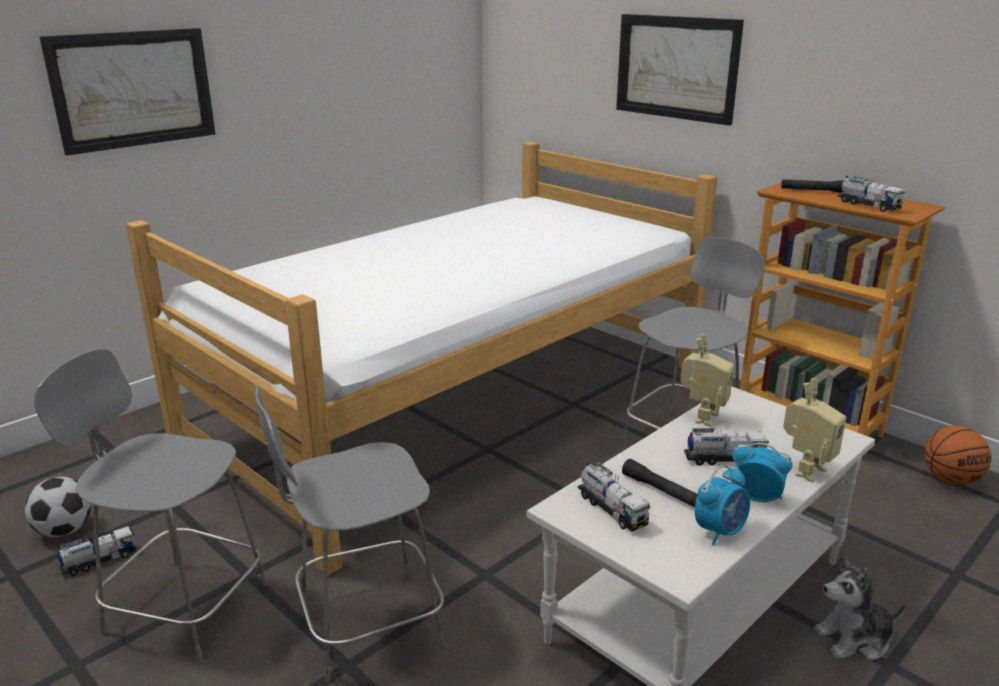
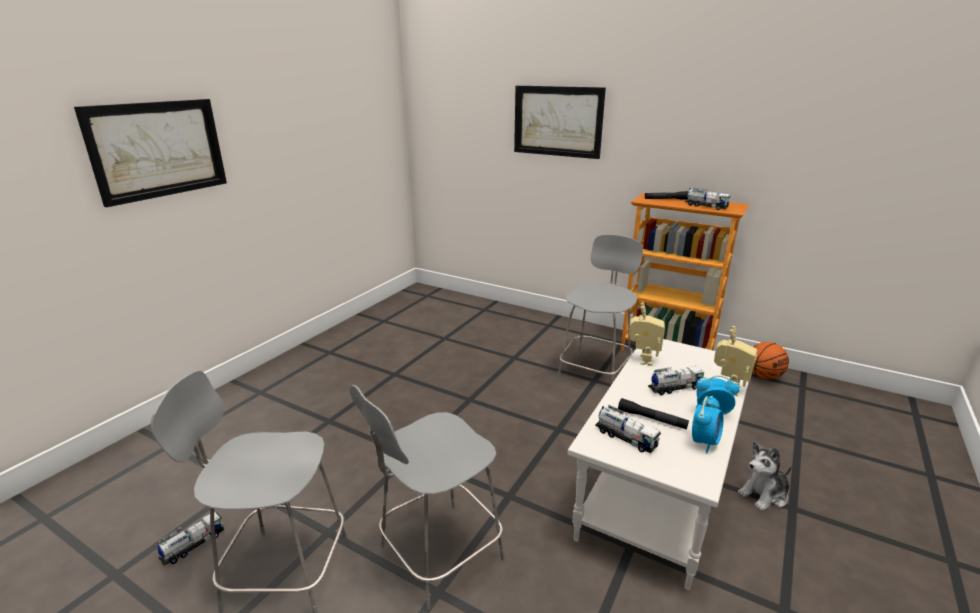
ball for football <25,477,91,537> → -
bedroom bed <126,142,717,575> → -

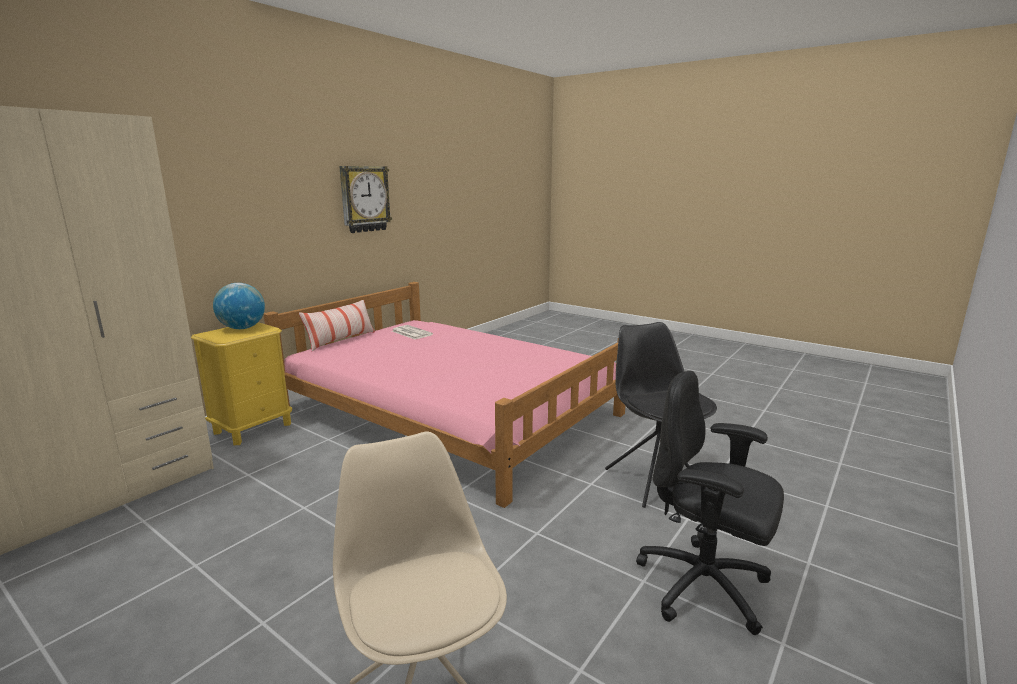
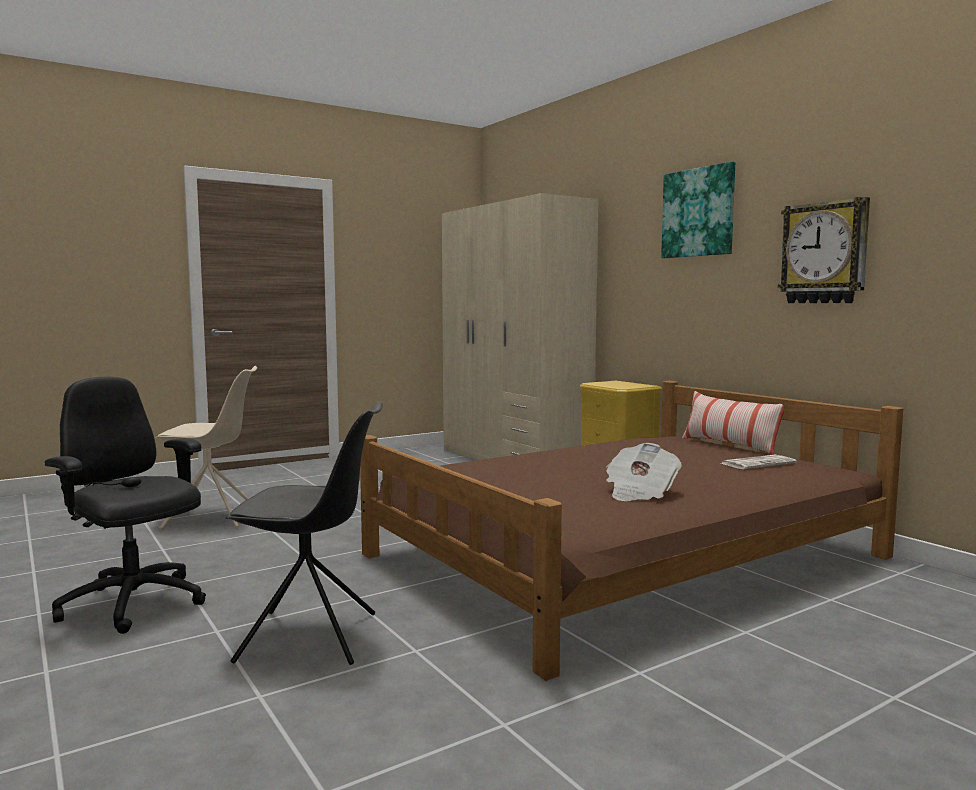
globe <213,283,265,329> → -
- → daily paper <606,443,682,501>
- → wall art <661,161,735,258>
pink bedroom bed <264,282,625,508> → brown-coloured bedroom bed <360,381,903,681>
blackish desk chair <636,371,784,635> → blackish desk chair <45,377,206,634>, 105 degrees counterclockwise

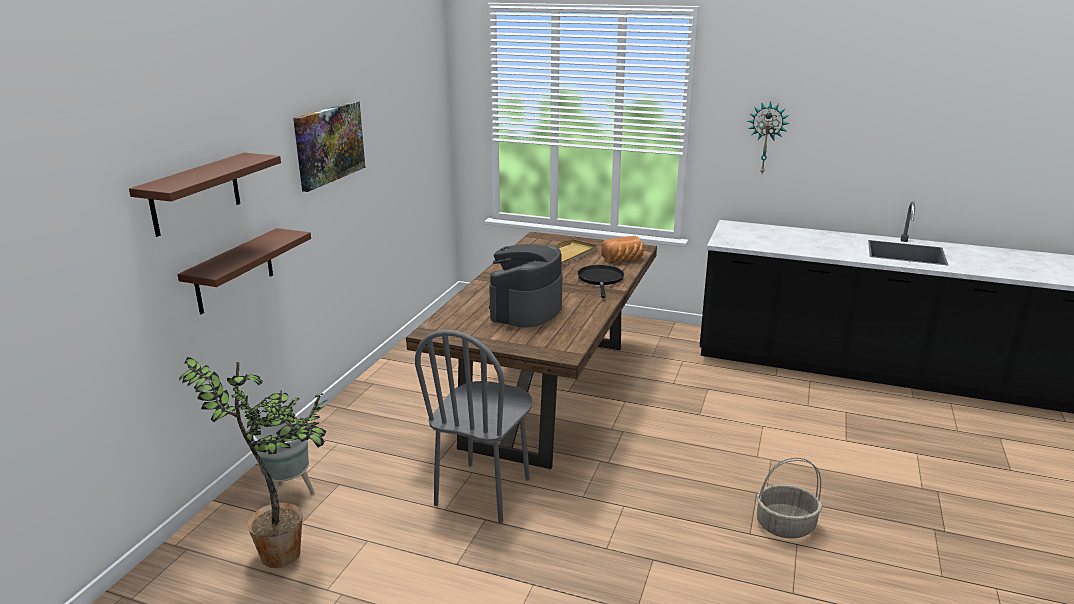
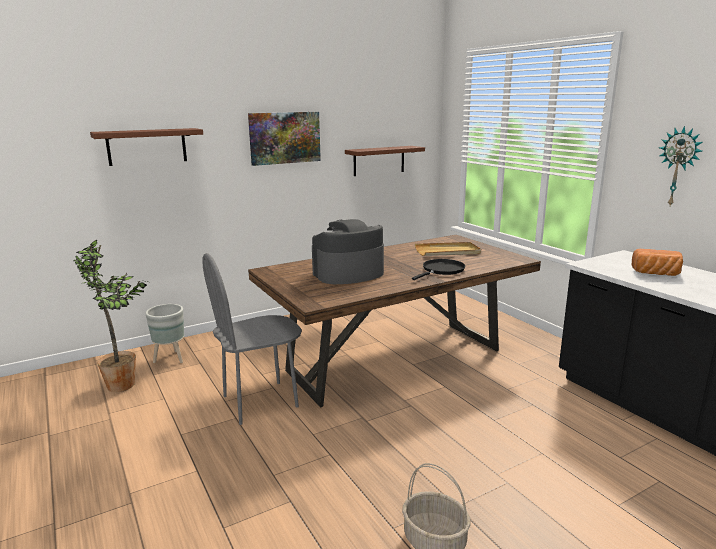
brown-coloured shelf <177,228,311,314> → brown-coloured shelf <345,146,425,176>, move
bakery bread <601,236,644,262> → bakery bread <632,249,683,276>, move

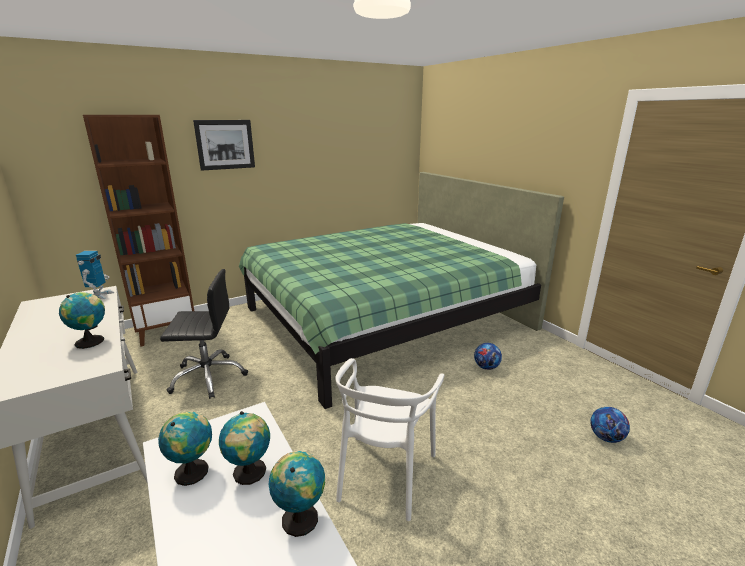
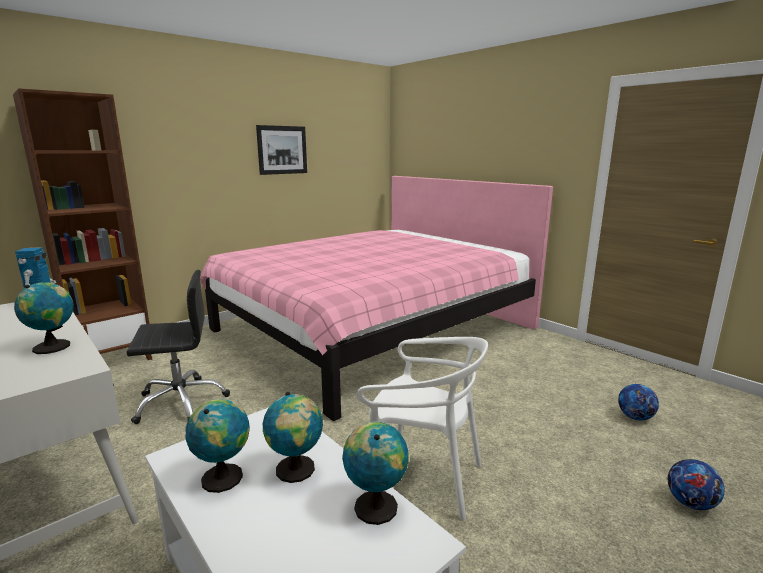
wall art <193,120,255,171> → wall art <256,125,307,175>, move
ball for football <474,343,502,370> → ball for football <668,459,725,510>, move
green bedroom bed <239,172,564,409> → pink bedroom bed <200,176,553,421>
white-coloured chair <335,358,444,521> → white-coloured chair <357,337,488,520>, 75 degrees counterclockwise

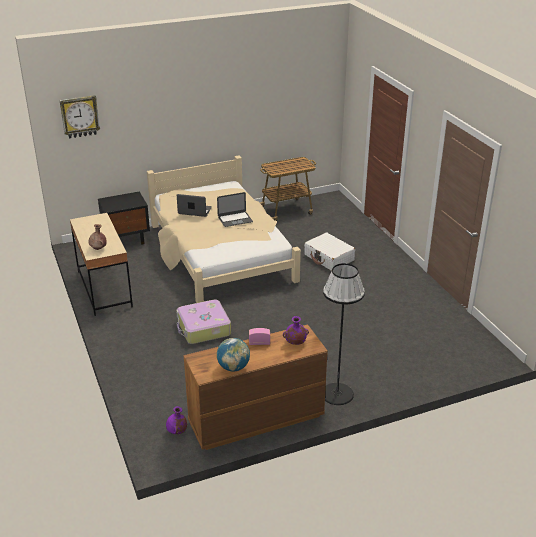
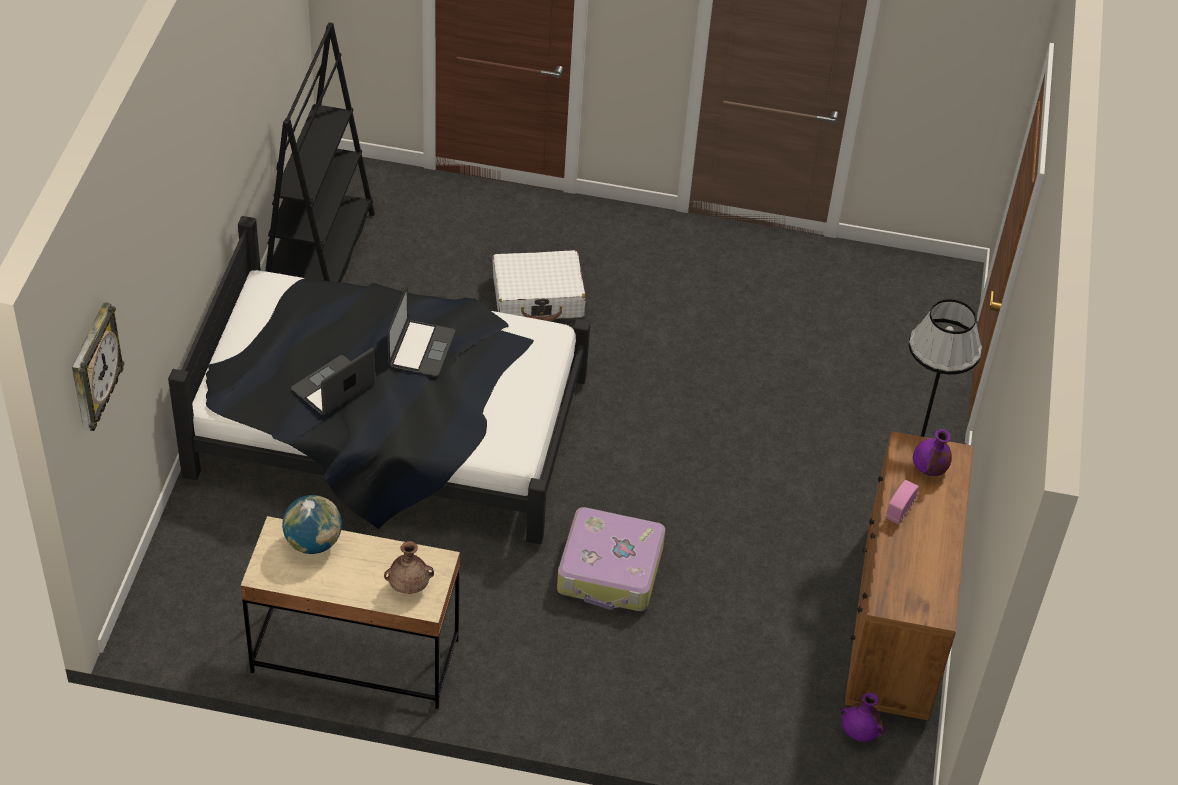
blackish bedside table <98,191,150,245> → -
globe <217,338,250,371> → globe <282,495,342,554>, move
trolley <259,157,316,221> → blackish shelving unit <265,23,375,282>
beige bedroom bed <147,155,301,303> → blackish bedroom bed <168,216,590,544>

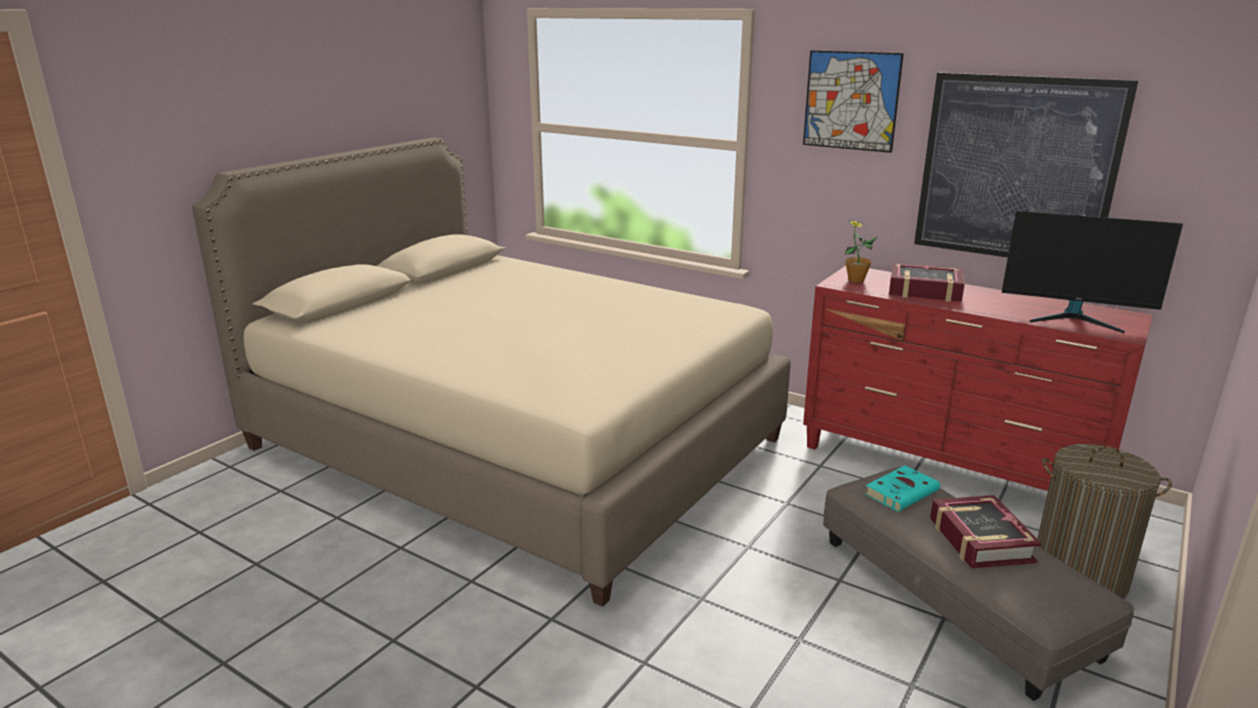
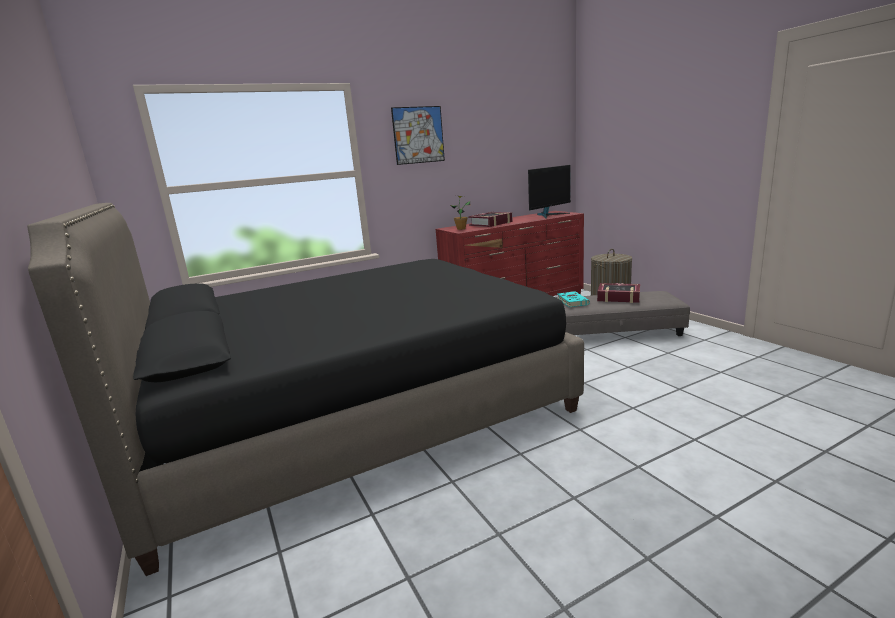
wall art <914,72,1139,258> → -
beige bedroom bed <192,137,791,607> → blackish bedroom bed <27,203,584,576>

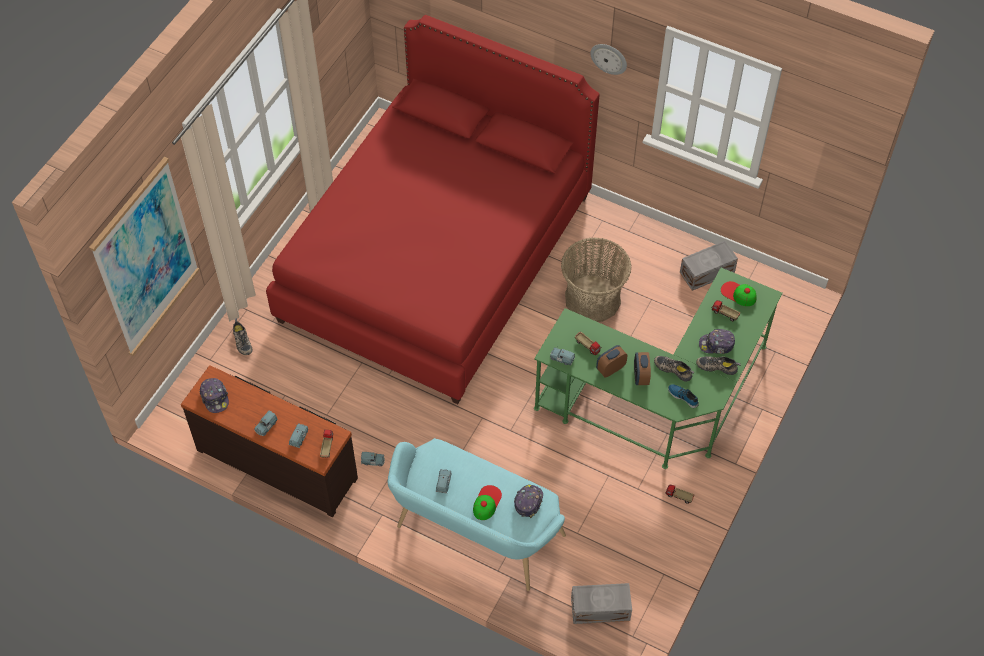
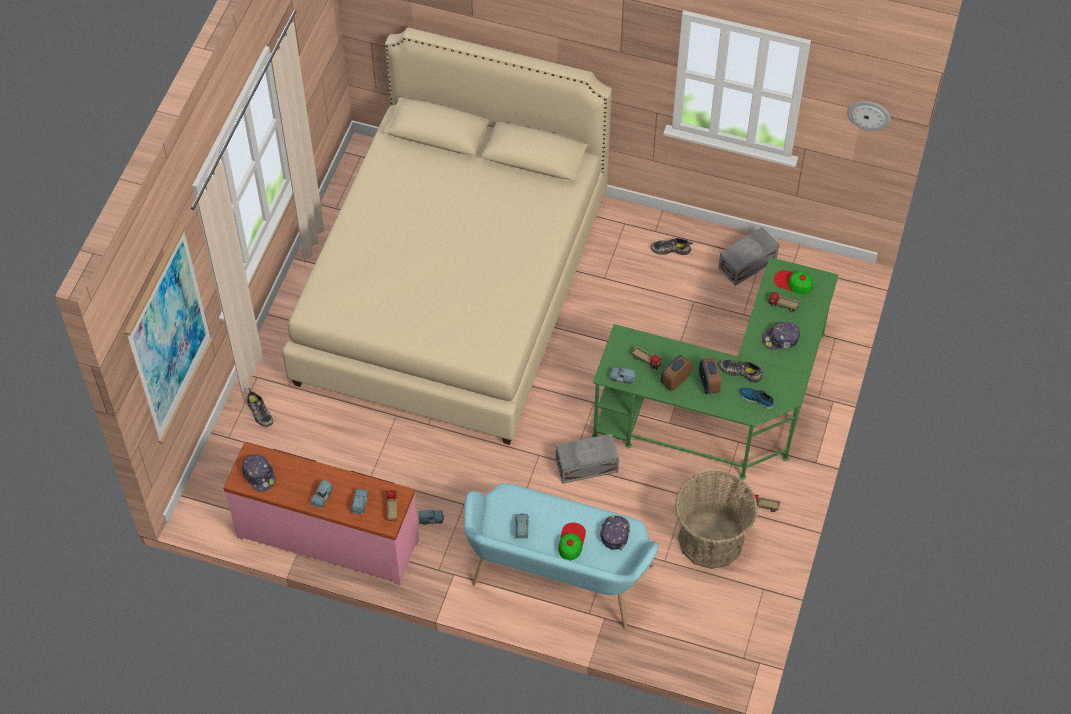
basket <561,238,632,322> → basket <675,471,758,569>, move
gray storage bin <571,583,632,624> → gray storage bin <556,434,619,484>, move
wall clock <590,44,627,75> → wall clock <847,101,891,131>, move
shoe <696,356,741,375> → shoe <651,238,693,255>, move
brown-coloured chest of drawers <181,365,358,517> → pink chest of drawers <223,442,419,586>
red-coloured bedroom bed <266,15,600,404> → beige bedroom bed <282,27,612,445>

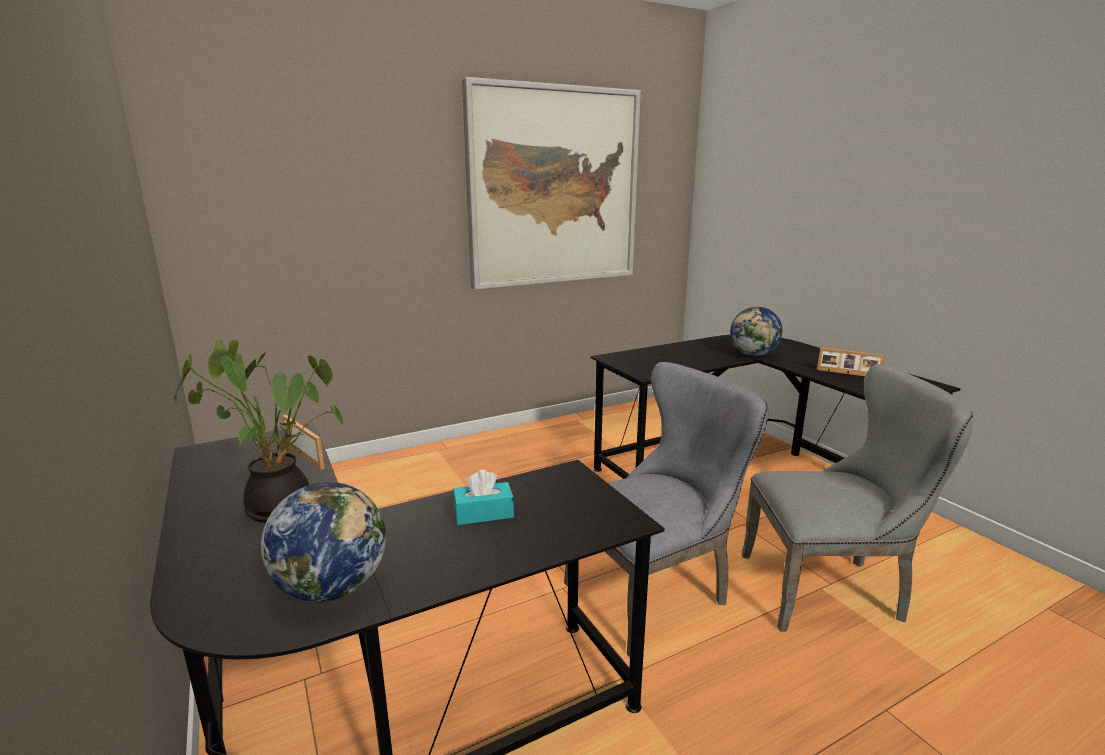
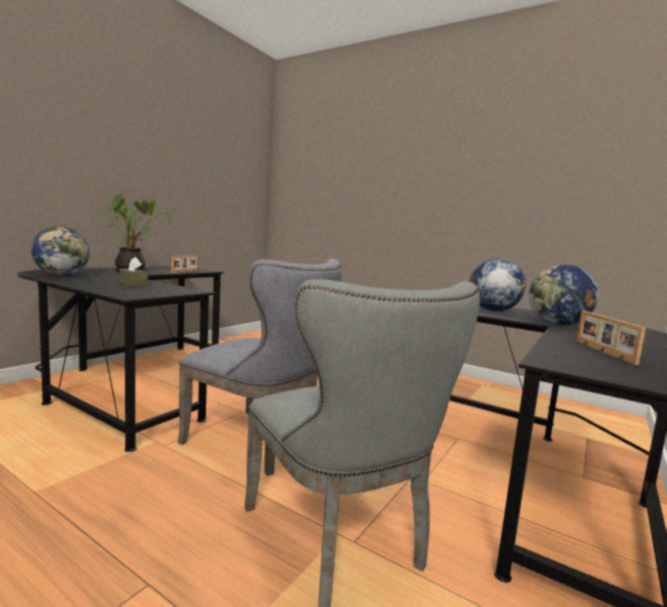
wall art <462,77,641,290> → -
- → globe <469,258,526,311>
turquoise-coloured tissue holder <453,469,514,525> → brown-coloured tissue holder <120,257,148,286>

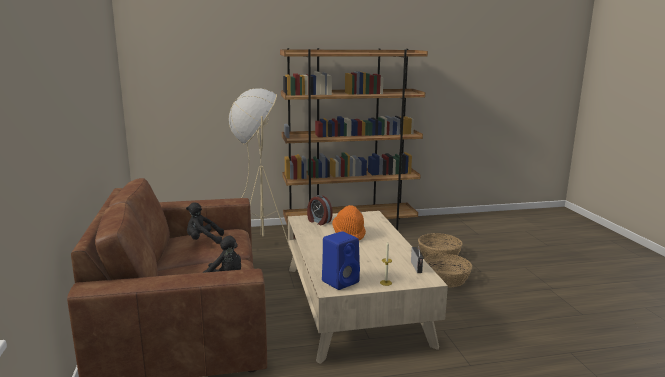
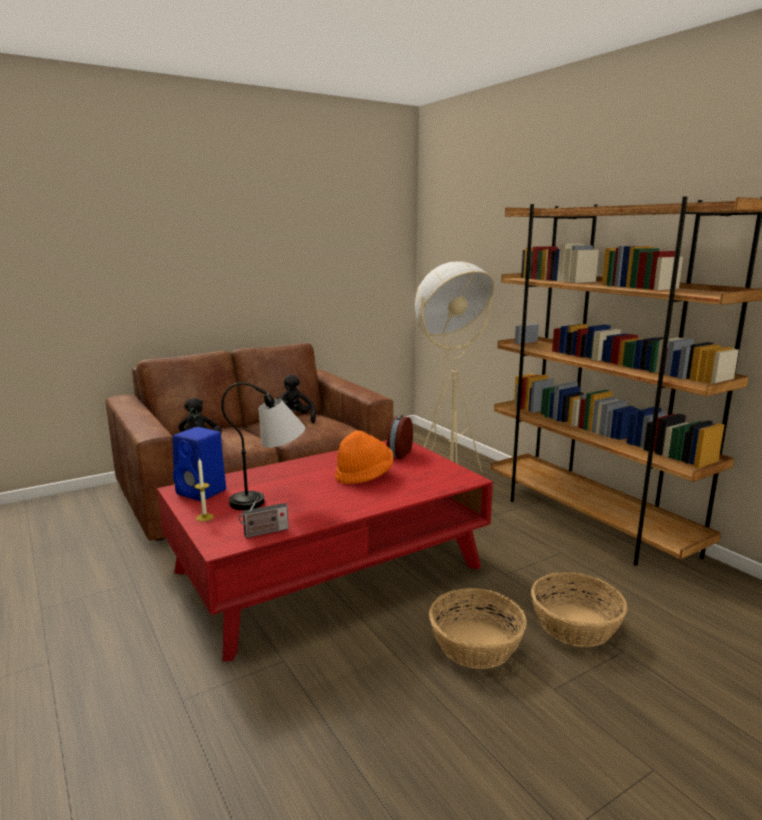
- → tabletop lamp <221,382,305,510>
beige lounge table <288,211,448,364> → red-coloured lounge table <157,440,493,661>

